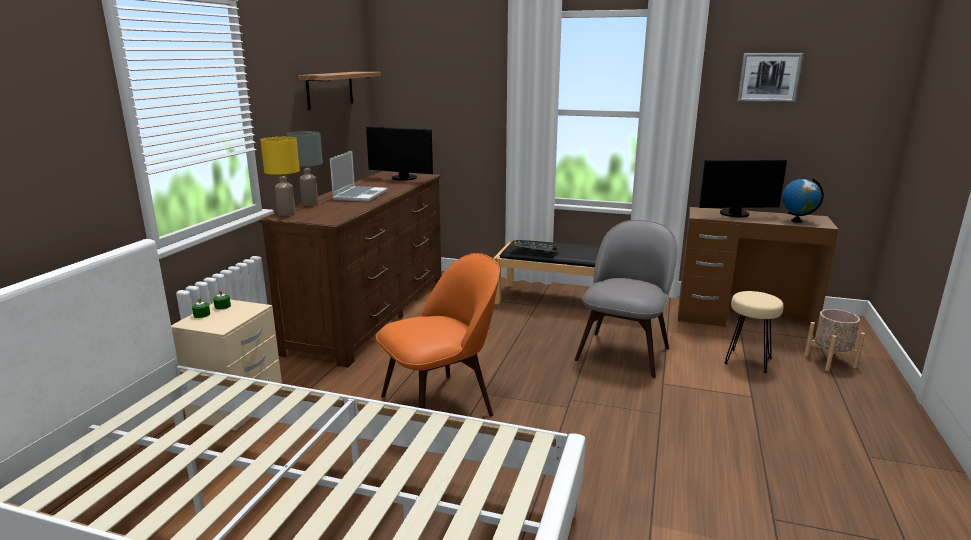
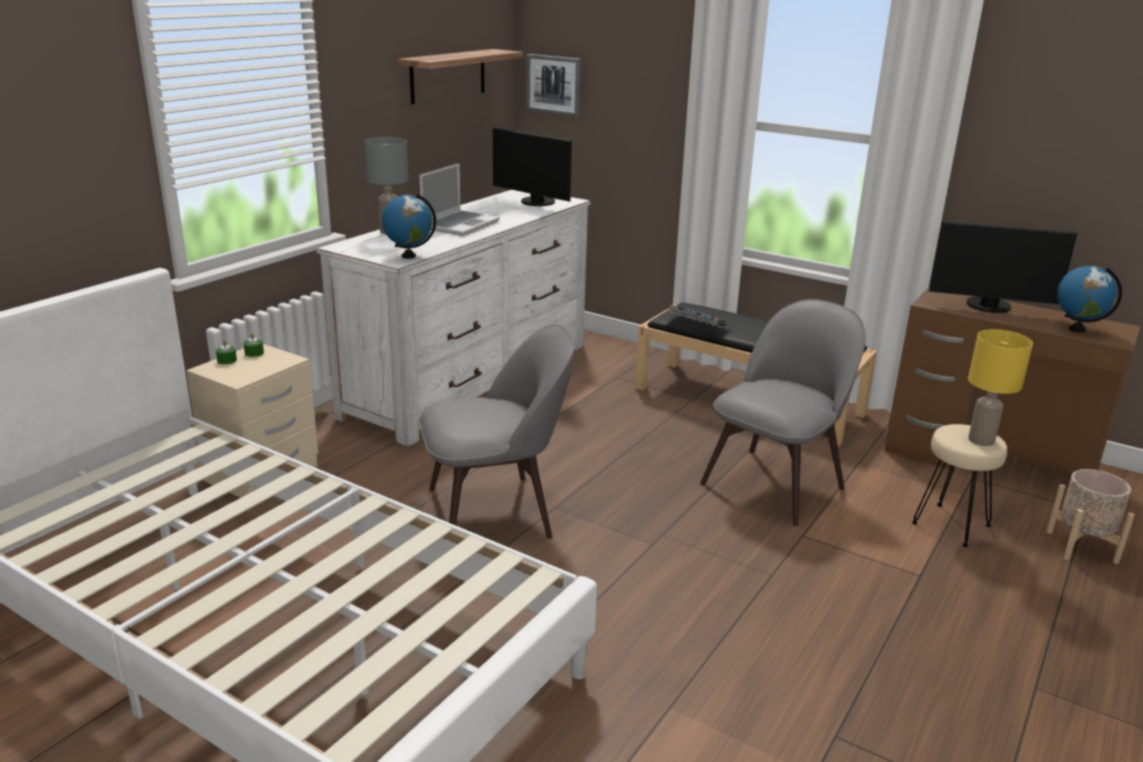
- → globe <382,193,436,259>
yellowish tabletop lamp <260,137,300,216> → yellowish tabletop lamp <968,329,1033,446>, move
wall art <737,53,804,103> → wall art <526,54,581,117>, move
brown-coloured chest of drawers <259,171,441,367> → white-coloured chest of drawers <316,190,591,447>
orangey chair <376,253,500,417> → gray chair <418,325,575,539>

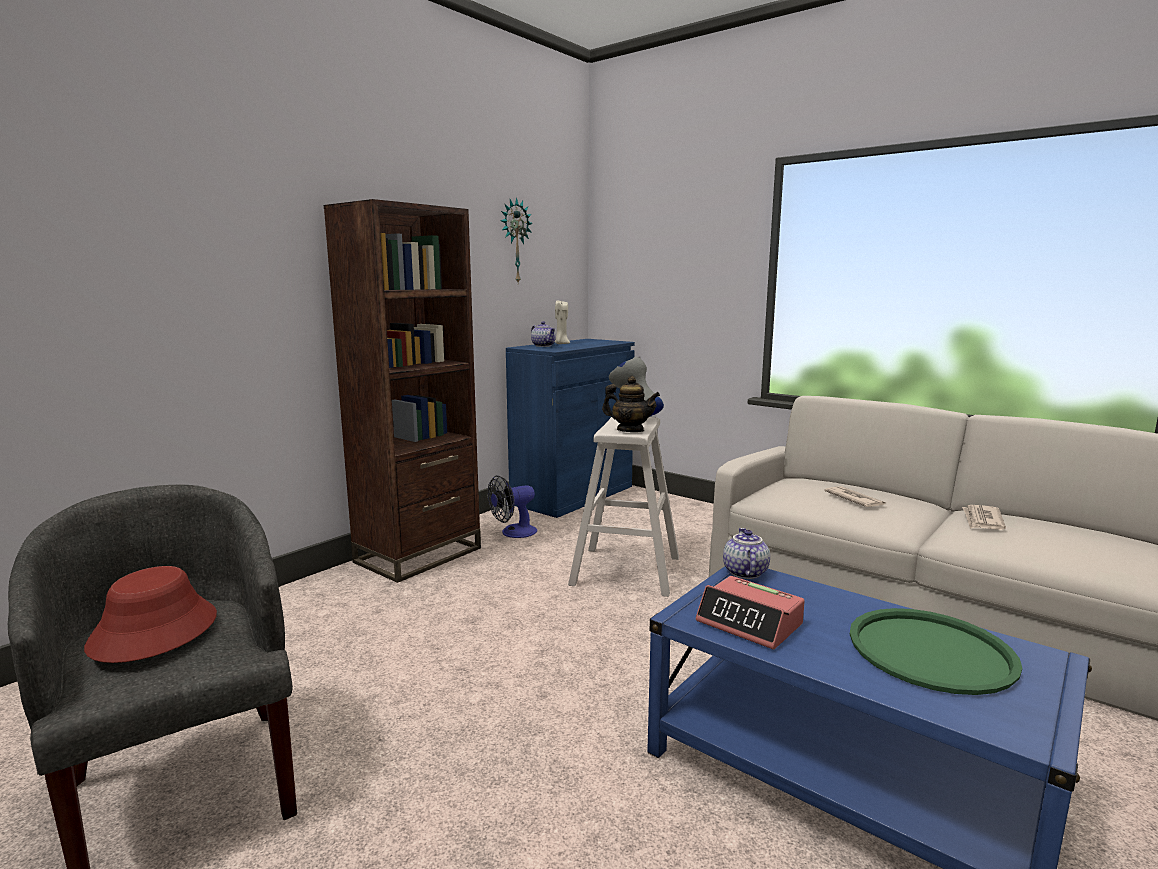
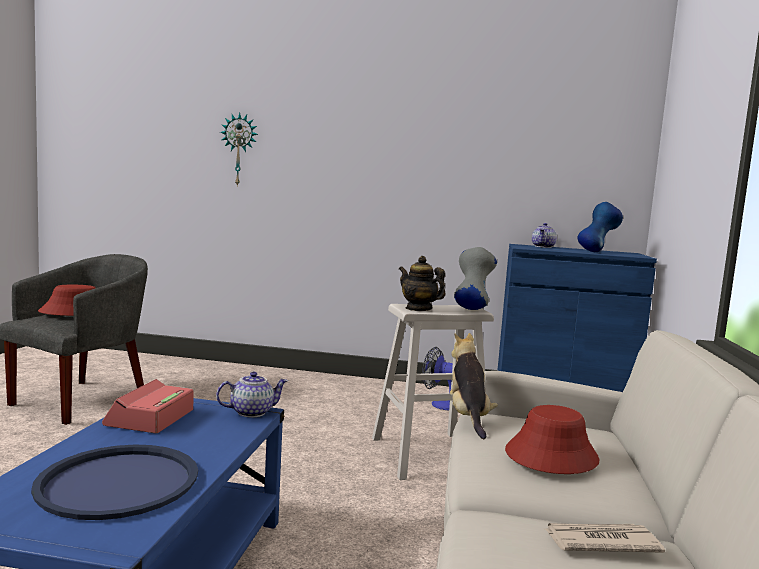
brown-coloured shelving unit <324,199,481,583> → -
beige wax candle <555,301,570,344> → -
- → plush toy <450,333,498,439>
- → bluish vase <577,202,623,252>
wall clock <500,197,533,283> → wall clock <220,112,258,187>, move
daily paper <824,486,886,507> → red-coloured clothing hat <505,405,599,474>
green carrying tray <850,608,1022,695> → bluish carrying tray <31,445,198,520>
teapot <602,376,660,432> → teapot <399,256,446,311>, 135 degrees clockwise

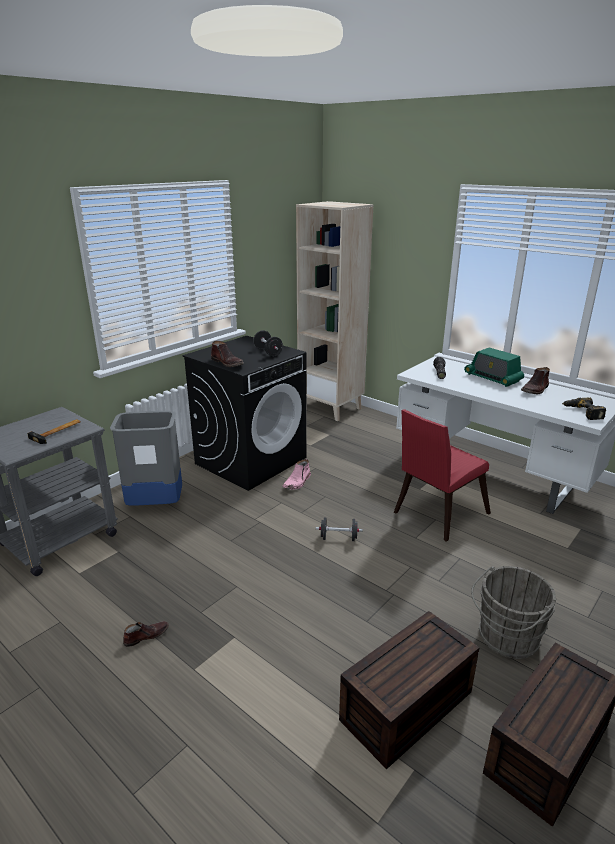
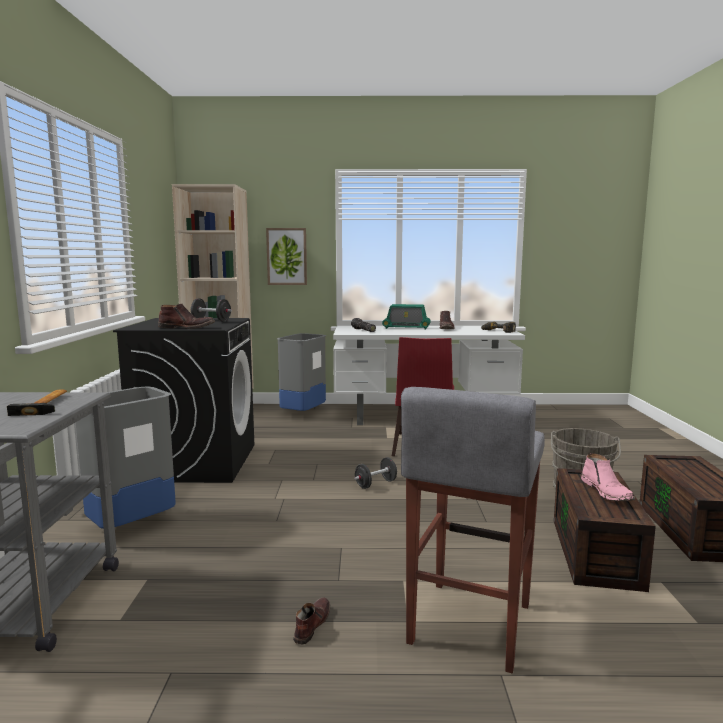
- → wall art <266,228,307,285>
- → gray trash can <277,333,326,411>
- → gray stool seat <401,387,545,673>
pink high-top boot <282,459,311,490> → pink high-top boot <581,453,635,501>, move

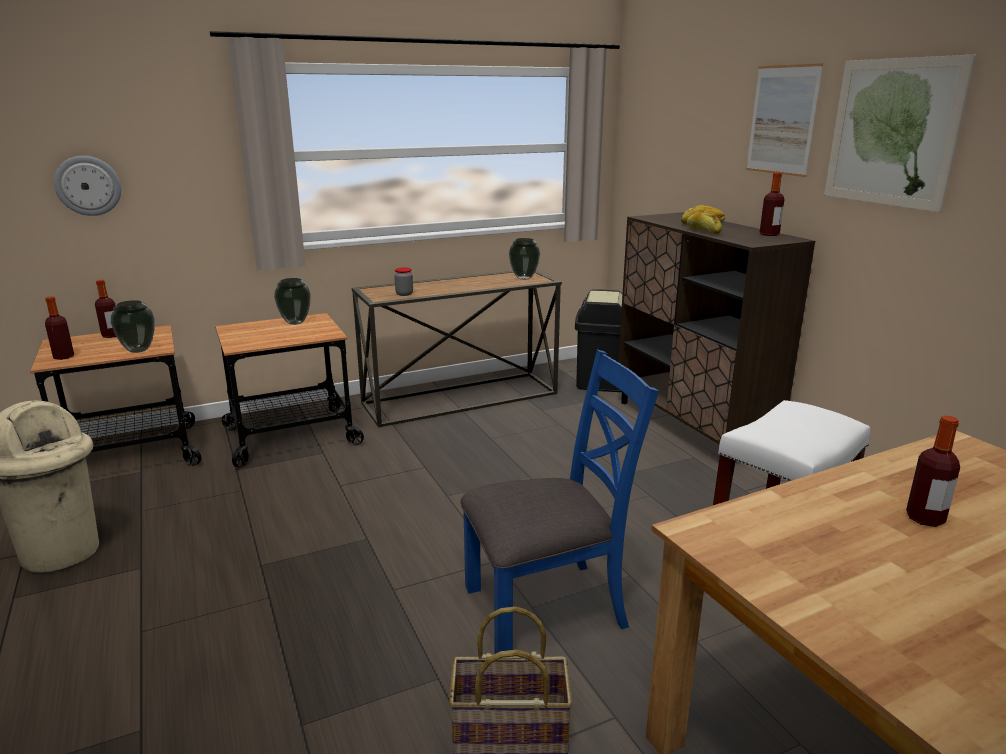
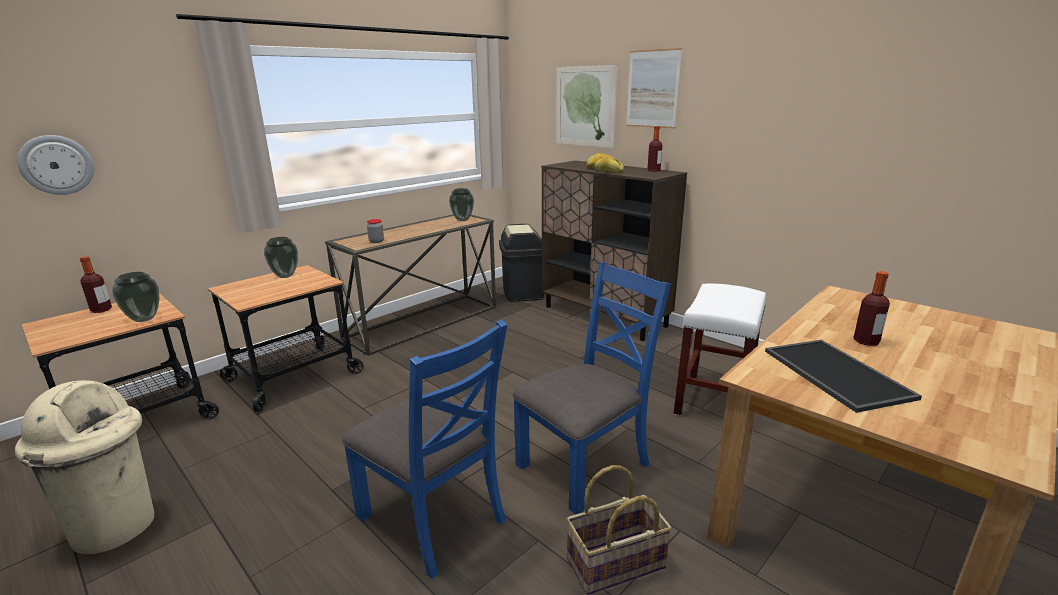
beverage bottle <45,296,74,360> → -
- → bluish chair <342,320,508,579>
- → carrying tray <765,340,922,413>
wall art <824,55,976,212> → wall art <556,65,618,148>, move

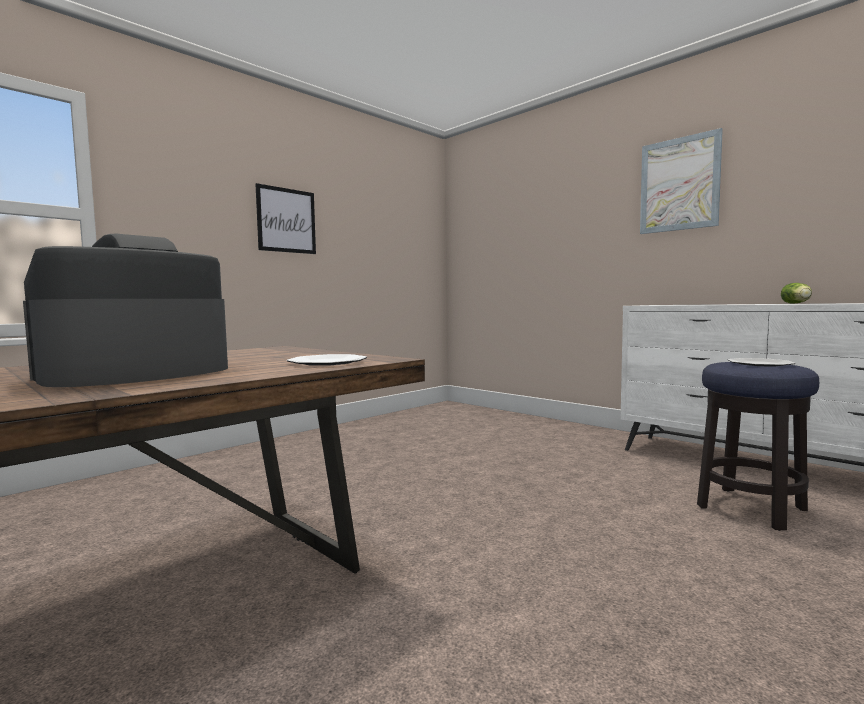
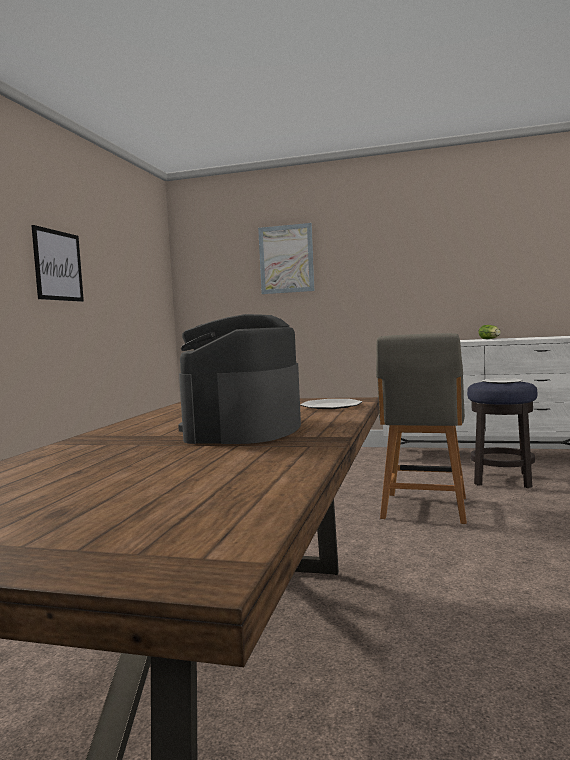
- → gray chair <376,333,467,524>
wall art <640,128,723,234> → wall art <258,223,315,294>, move

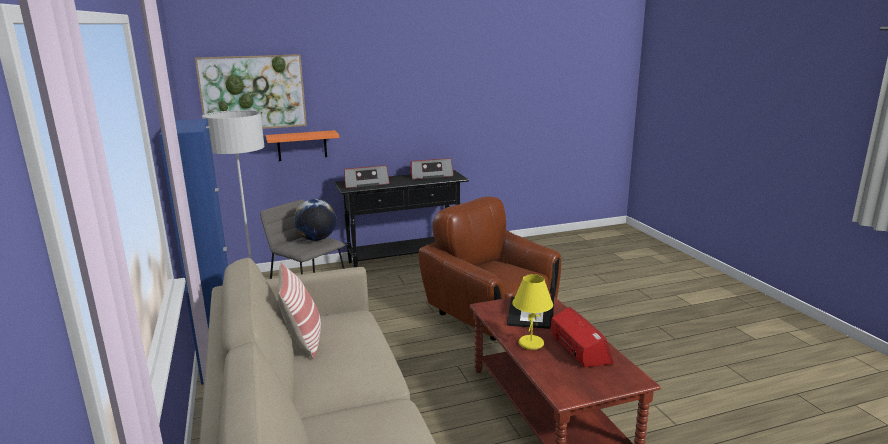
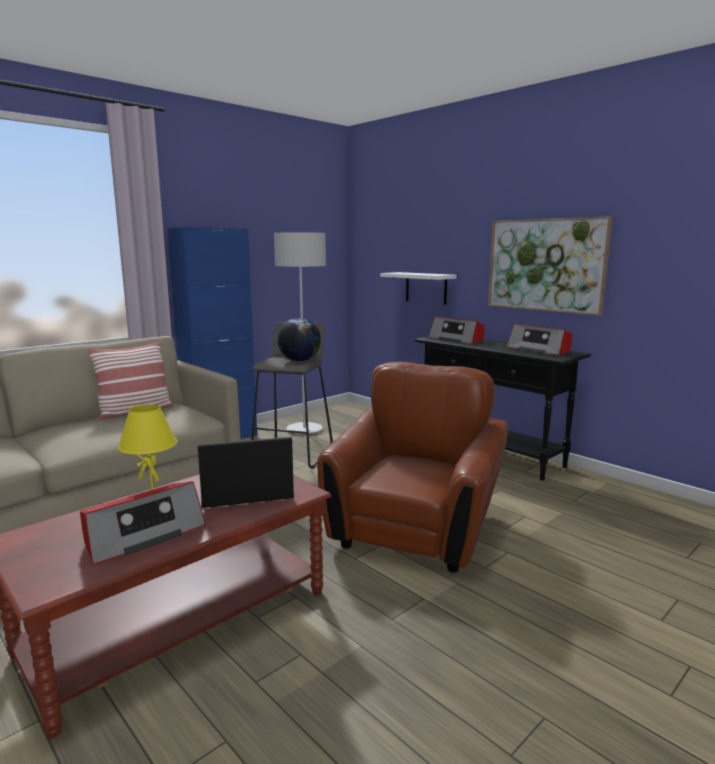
wall art <195,54,307,129> → wall art <488,216,613,316>, move
orangey shelf <266,130,339,161> → white-coloured shelf <380,272,456,305>

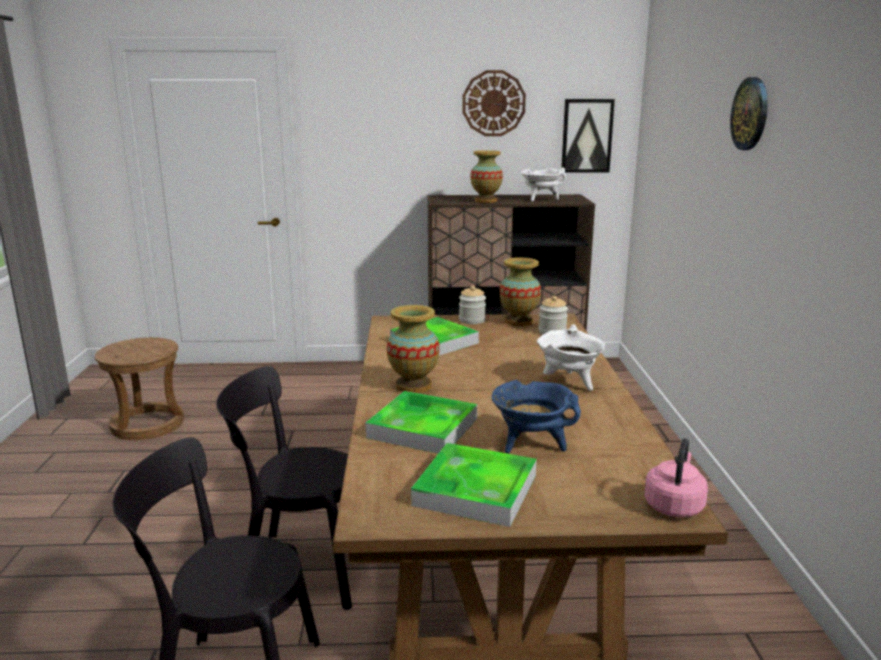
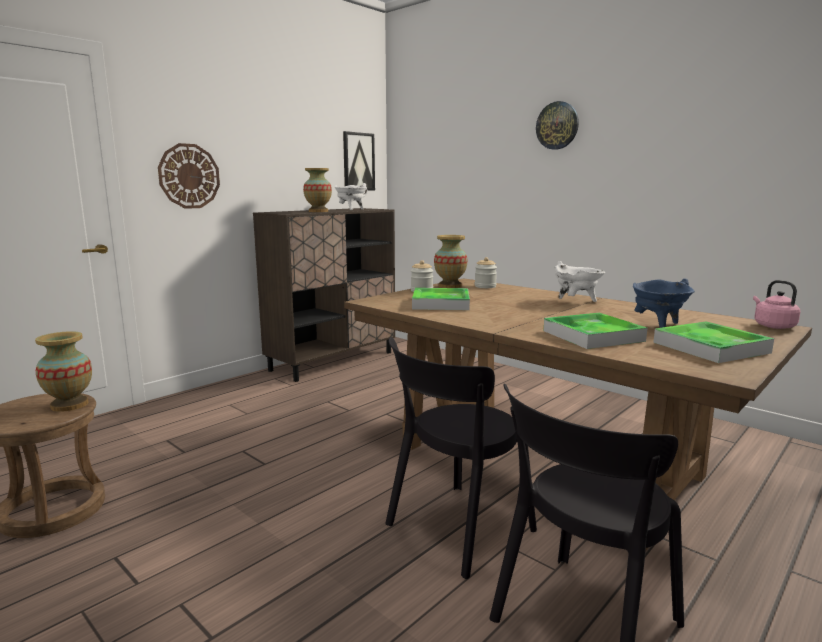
vase <387,305,439,393> → vase <35,331,92,412>, move
wall clock <462,70,526,136> → wall clock <158,143,220,209>, move

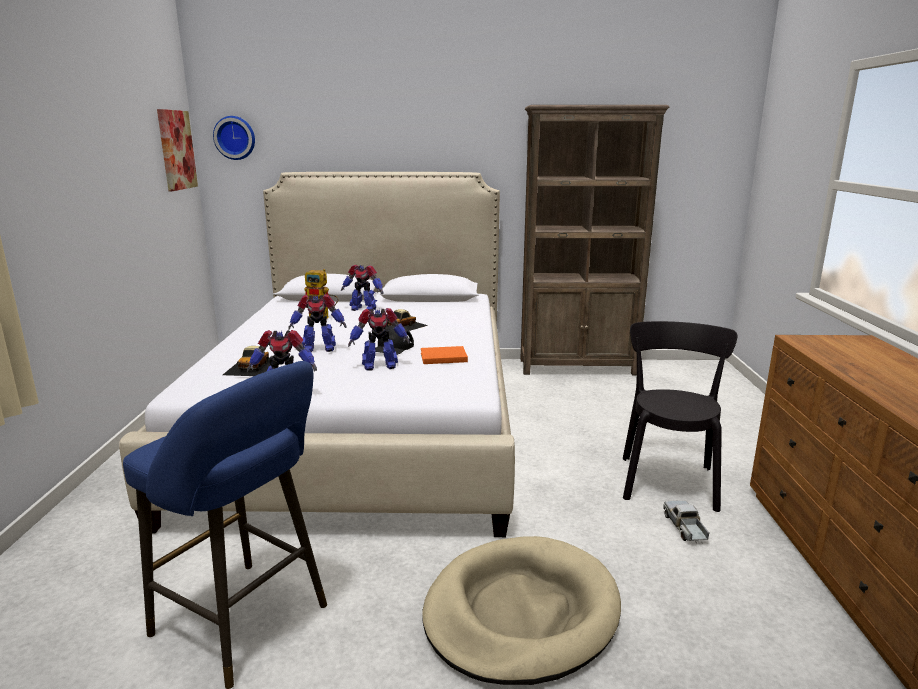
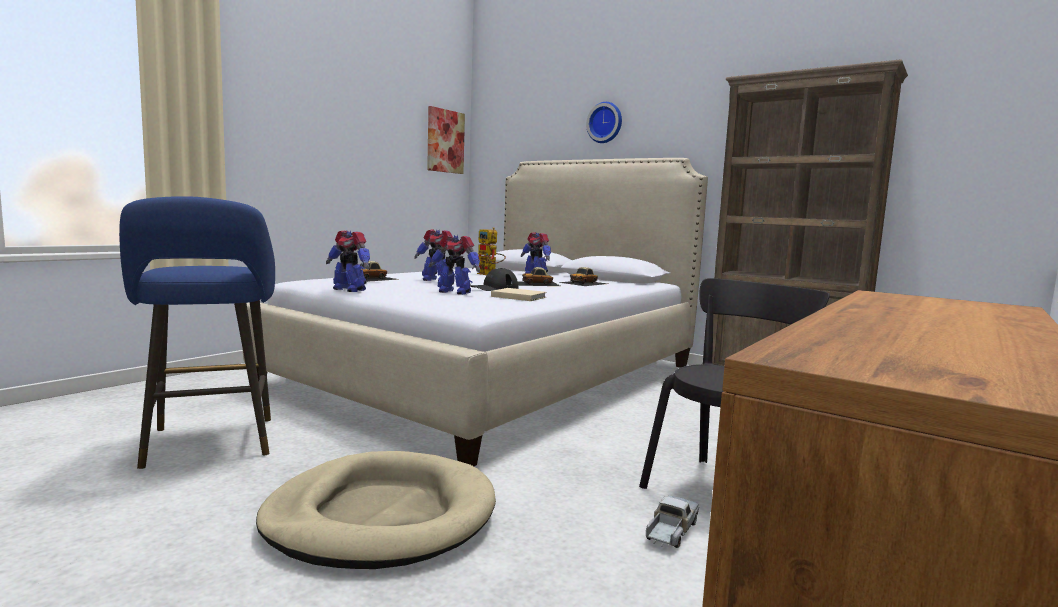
- → miniature car <558,267,607,286>
wall clock <213,116,255,160> → wall clock <586,102,622,143>, move
orangey book <421,346,468,364> → beige book <491,288,546,301>

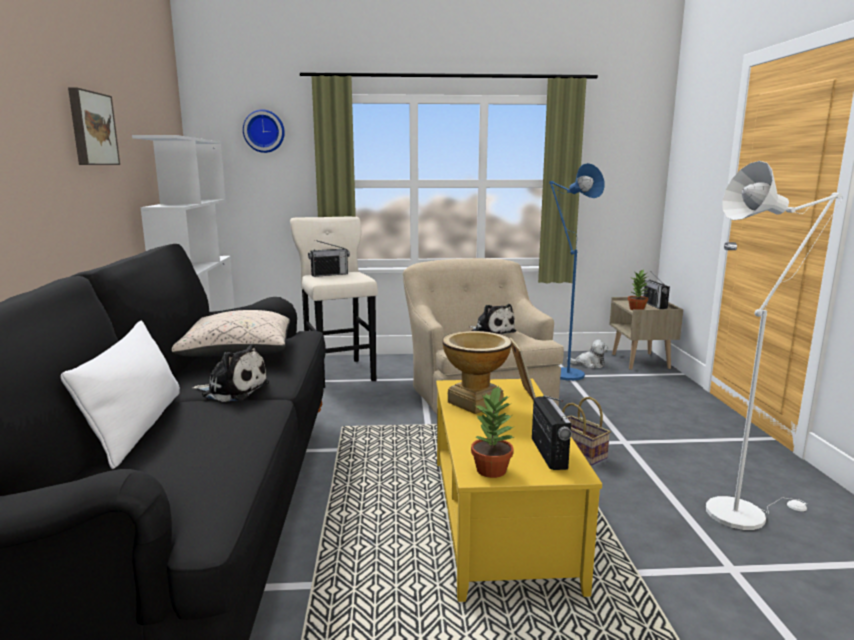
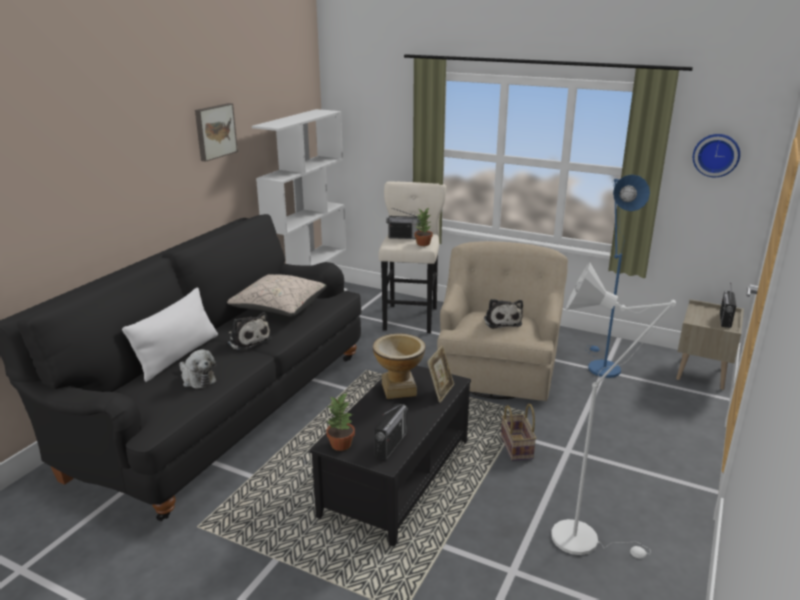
wall clock <243,110,285,153> → wall clock <693,134,740,177>, move
plush toy <566,340,608,369> → plush toy <180,349,216,389>, move
plant in a pot <628,270,648,310> → plant in a pot <414,208,433,246>, move
yellowish lounge table <436,379,602,602> → blackish lounge table <309,366,471,547>

